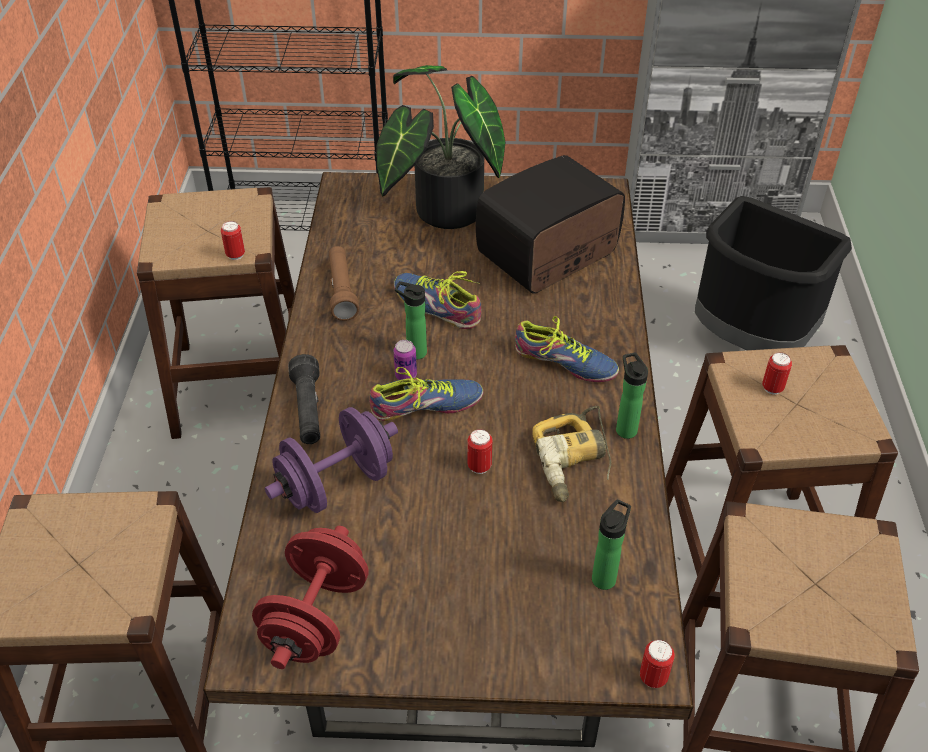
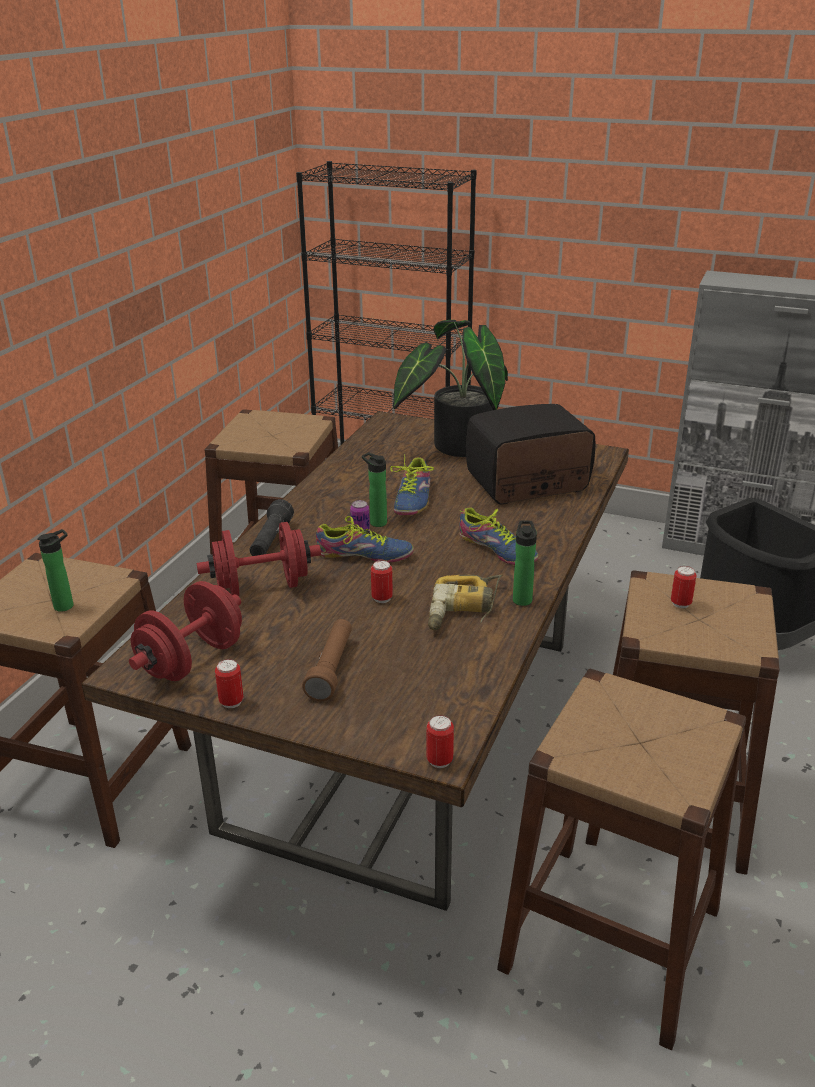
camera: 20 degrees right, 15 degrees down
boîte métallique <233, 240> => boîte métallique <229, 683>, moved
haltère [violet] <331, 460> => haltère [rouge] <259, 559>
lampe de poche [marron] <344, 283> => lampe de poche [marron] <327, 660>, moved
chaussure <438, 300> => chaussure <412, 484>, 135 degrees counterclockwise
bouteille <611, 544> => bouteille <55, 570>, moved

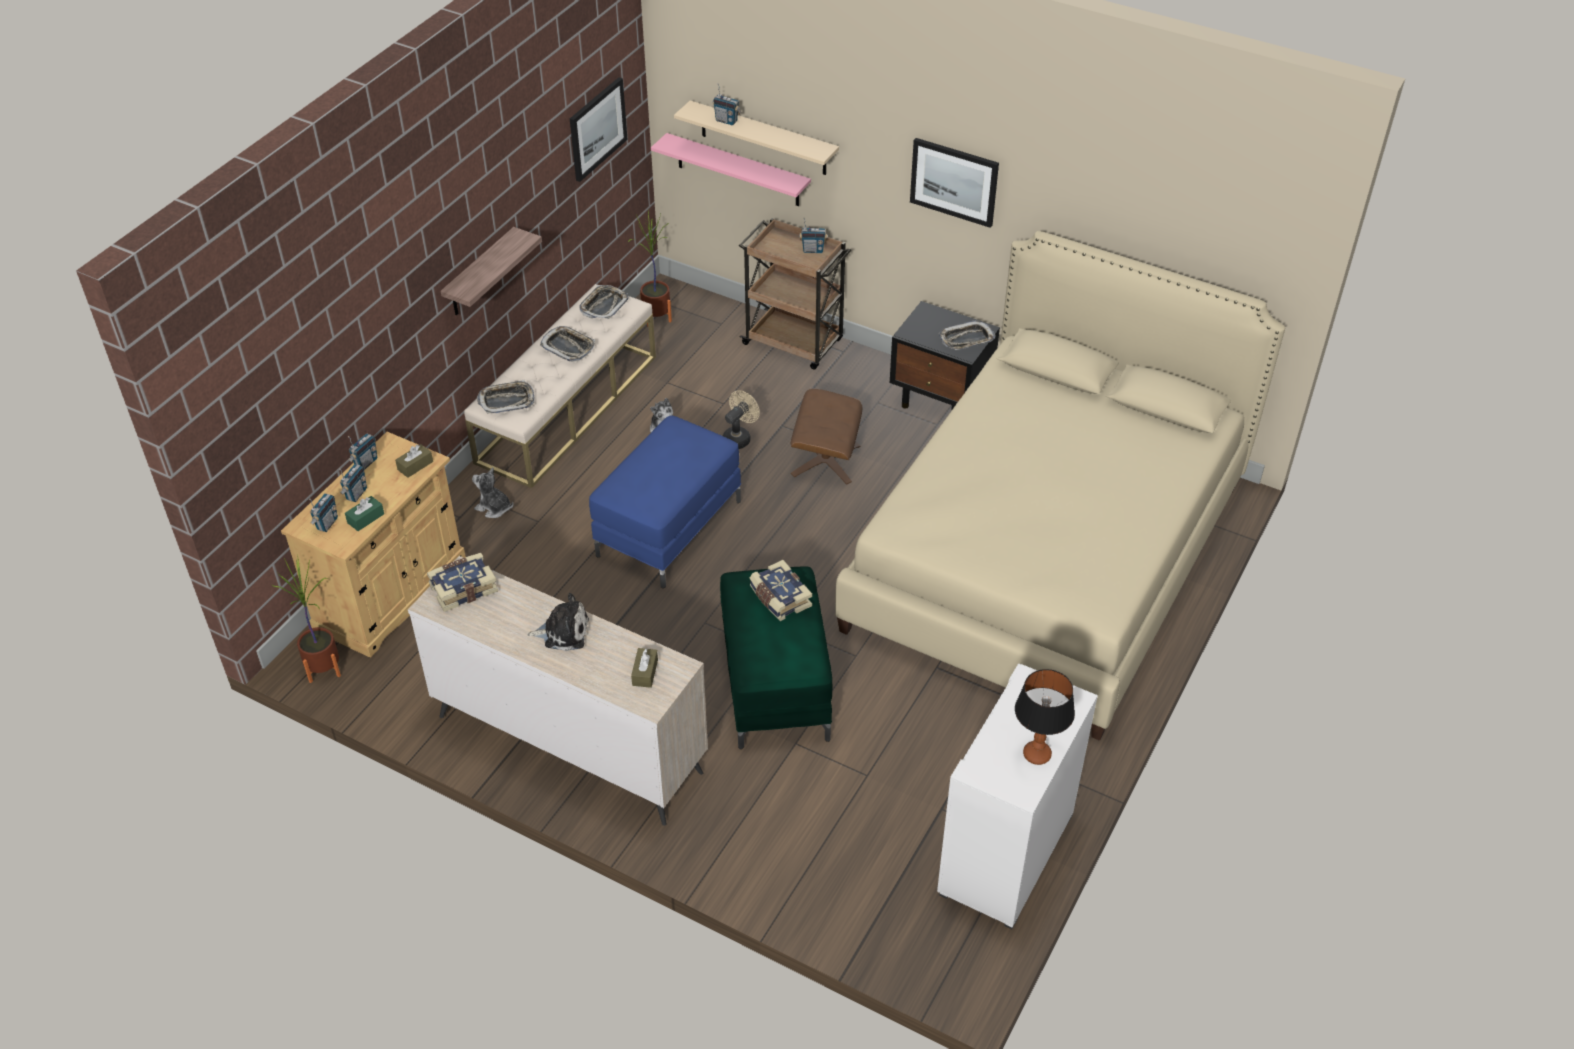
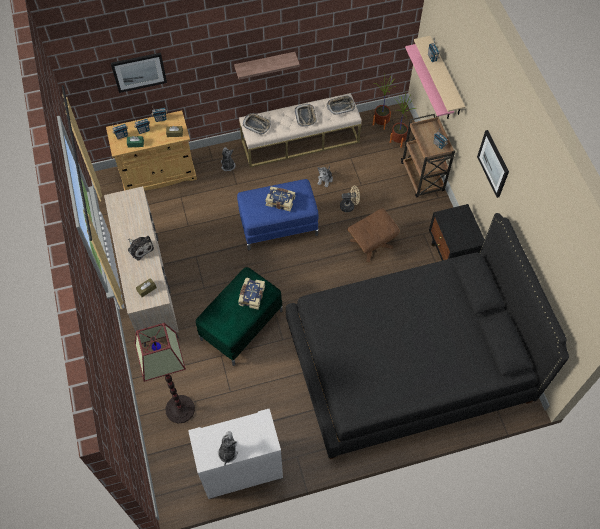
camera: 45 degrees right, 15 degrees up
plante en pot <306, 618> => plante en pot <403, 120>, moved
livre <462, 582> => livre <280, 199>, moved
tableau <599, 129> => tableau <139, 73>, moved
lit [beige] <1060, 486> => lit [noir] <427, 336>
plateau <967, 335> => nothing
lampe de table <1045, 717> => peluche <228, 448>
nothing => lampadaire <165, 373>

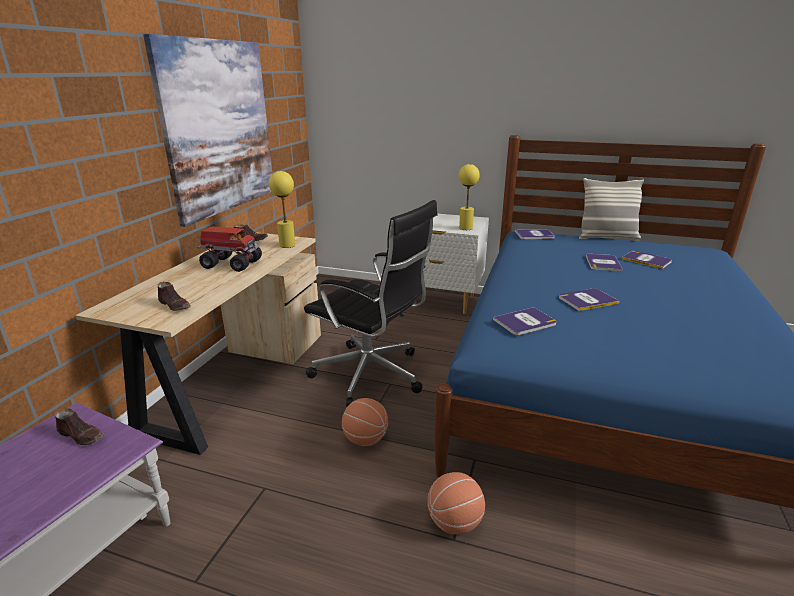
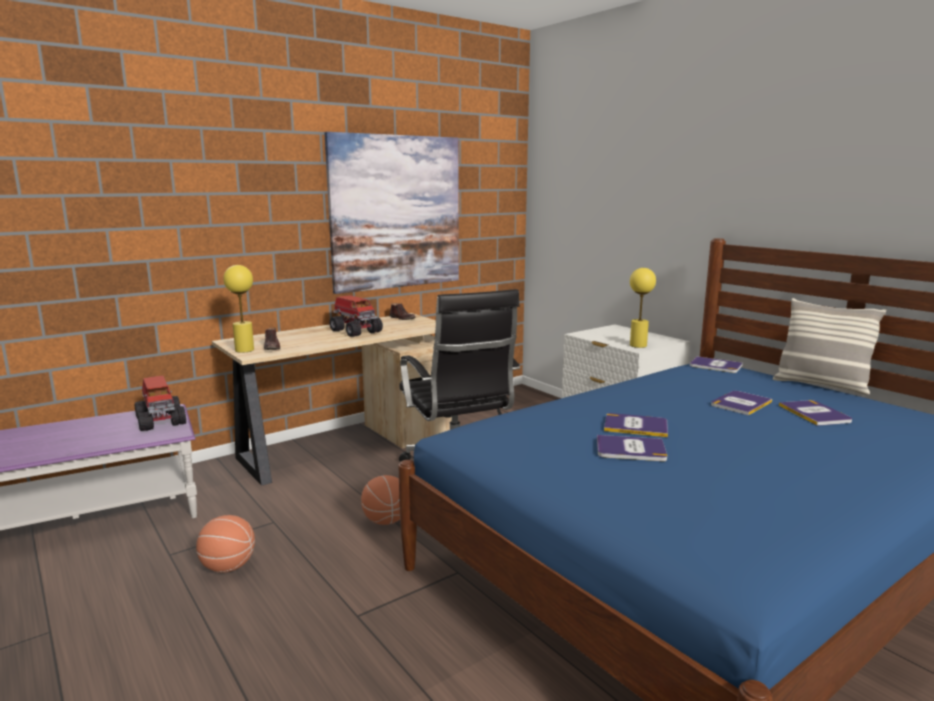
camera: 35 degrees right, 10 degrees down
chaussure [marron] <79, 426> => camion jouet <160, 403>
lampe de table [jaune] <282, 209> => lampe de table [jaune] <238, 309>, moved
ballon de basket <456, 503> => ballon de basket <225, 544>, moved
livre <525, 321> => livre <632, 448>, moved

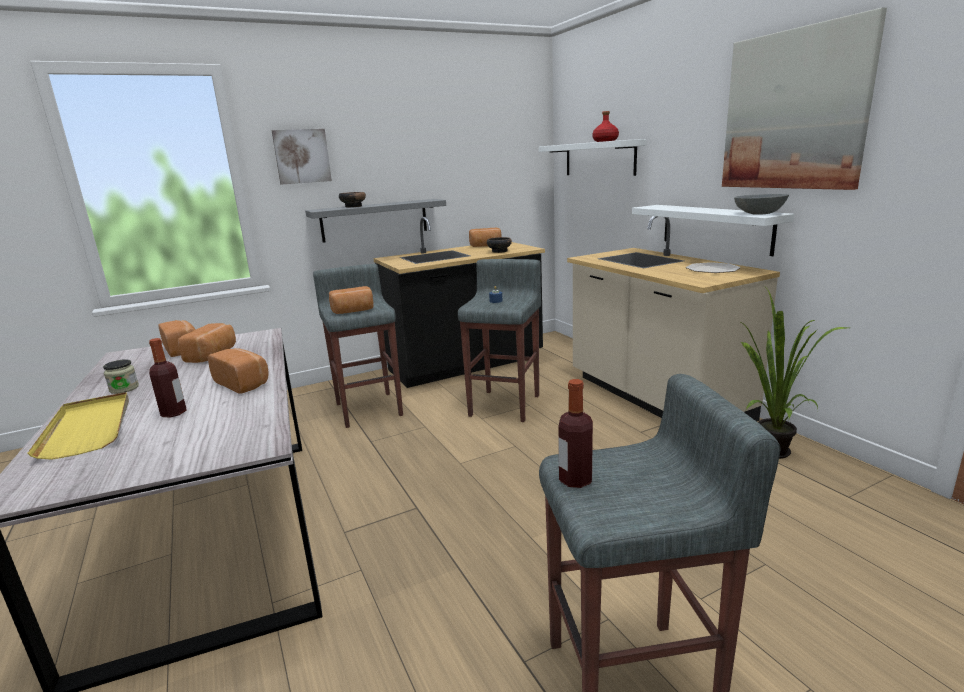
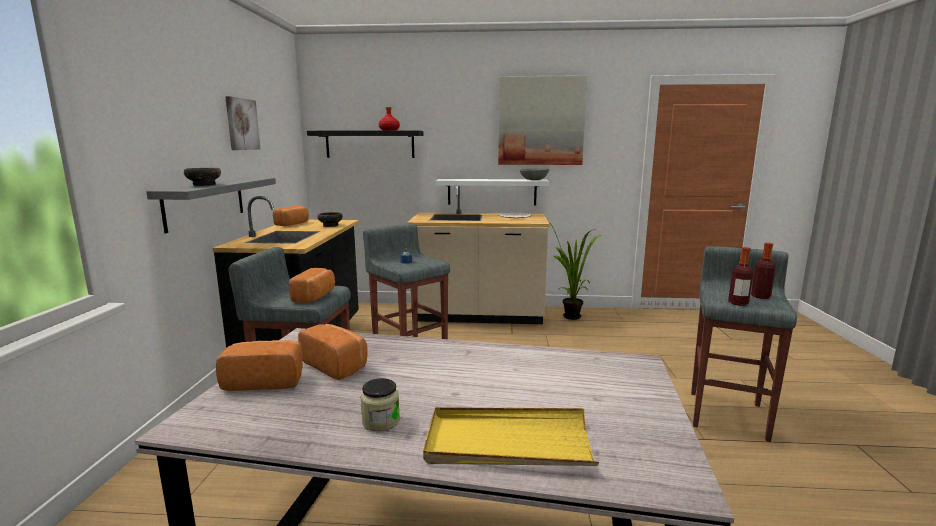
camera: 60 degrees left, 5 degrees down
bouteille <168, 377> => bouteille <763, 271>, moved
pain <238, 371> => nothing
tableau <302, 157> => tableau <243, 123>, moved
étagère [blanc] <592, 157> => étagère [noir] <365, 144>

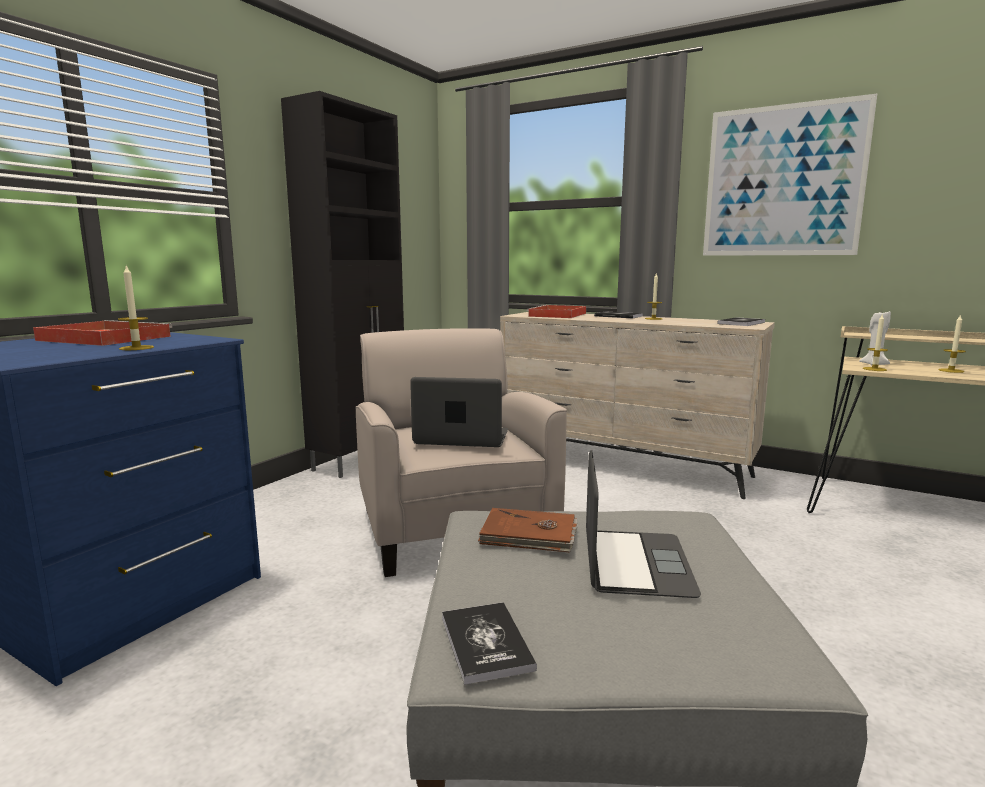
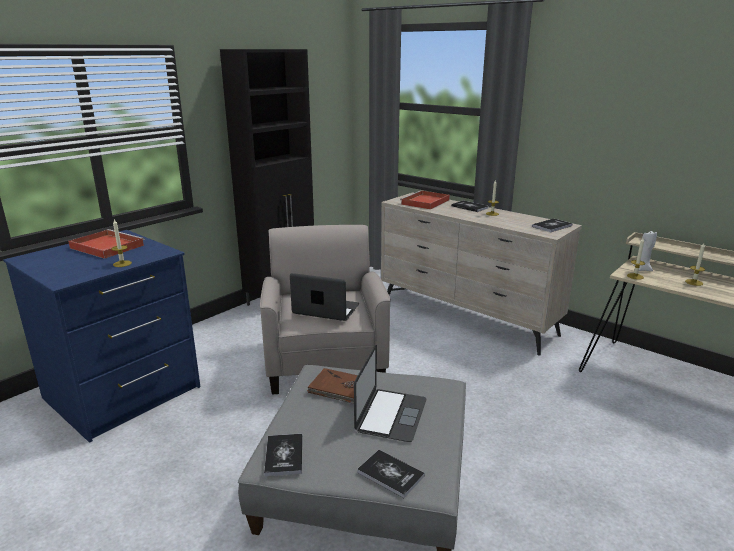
camera: 10 degrees right, 10 degrees up
tableau <790, 175> => nothing
nothing => livre <391, 474>

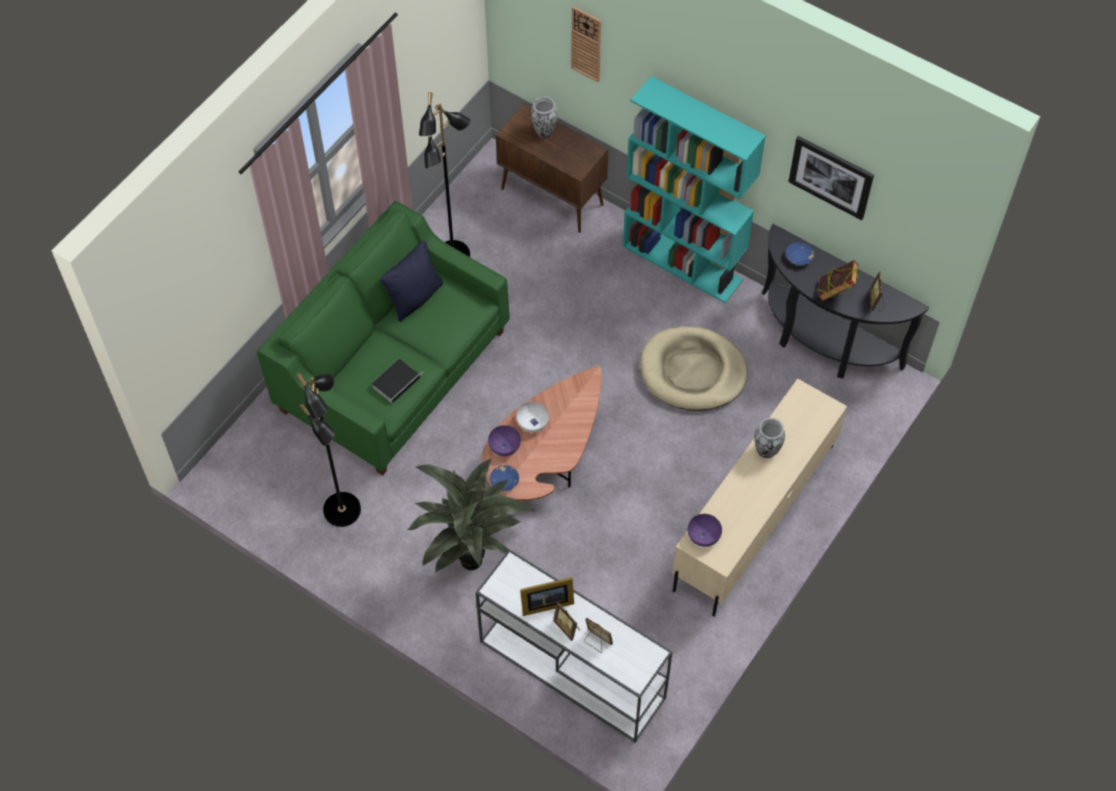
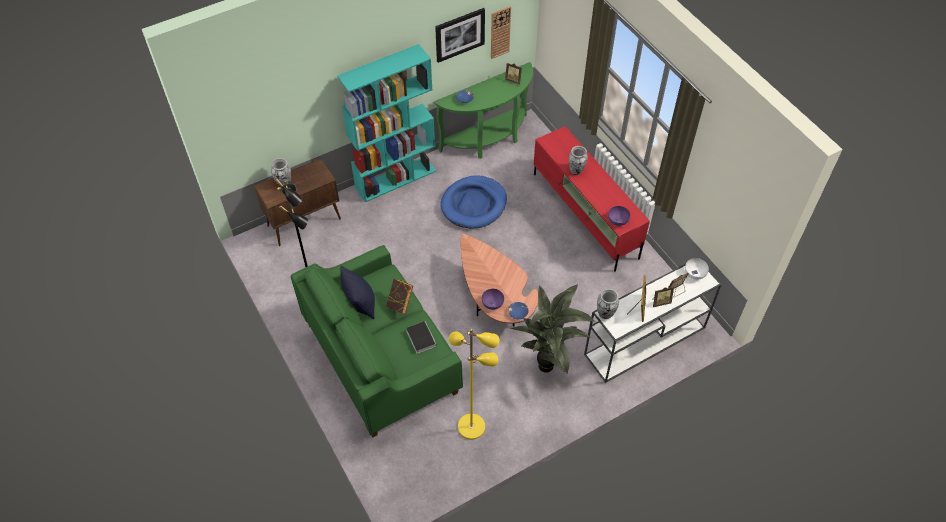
camera: 65 degrees left, 5 degrees down
lampadaire [noir] <328, 450> => lampadaire [jaune] <474, 384>
bol [blanc] <532, 417> => bol [blanc] <697, 269>, moved
horloge murale <586, 44> => horloge murale <501, 32>, moved
panier pour chien [beige] <694, 368> => panier pour chien [bleu] <473, 201>
meuble télé [beige] <759, 498> => meuble télé [rouge] <592, 199>
table console [noir] <845, 301> => table console [vert] <483, 110>
livre <838, 280> => livre <399, 296>, moved
nothing => vase <608, 304>

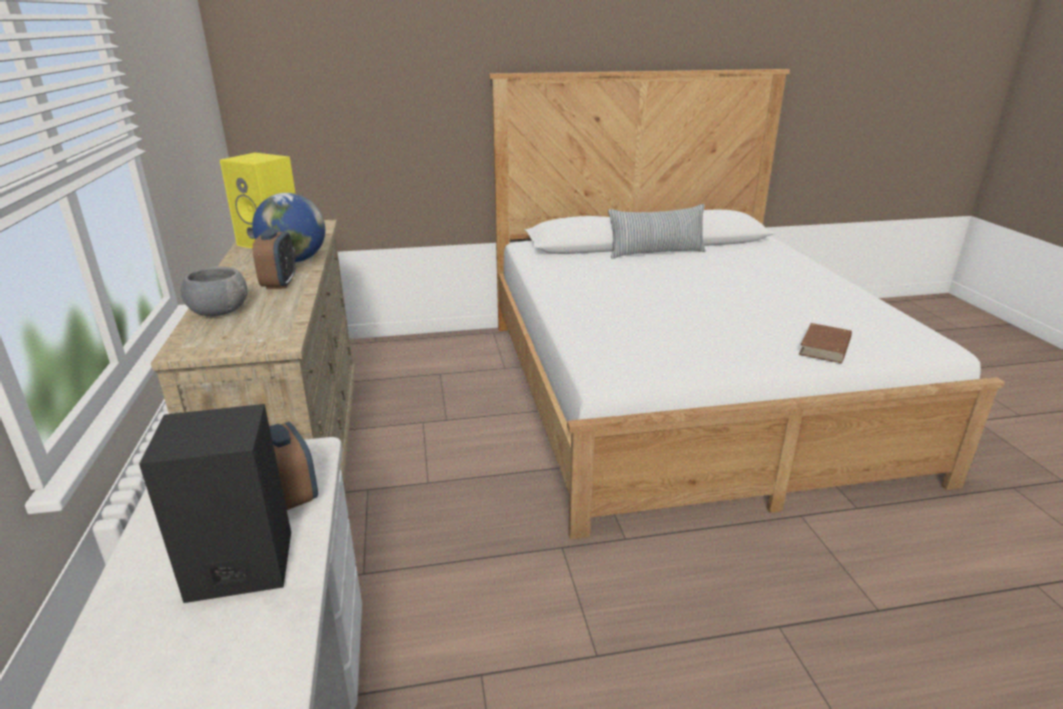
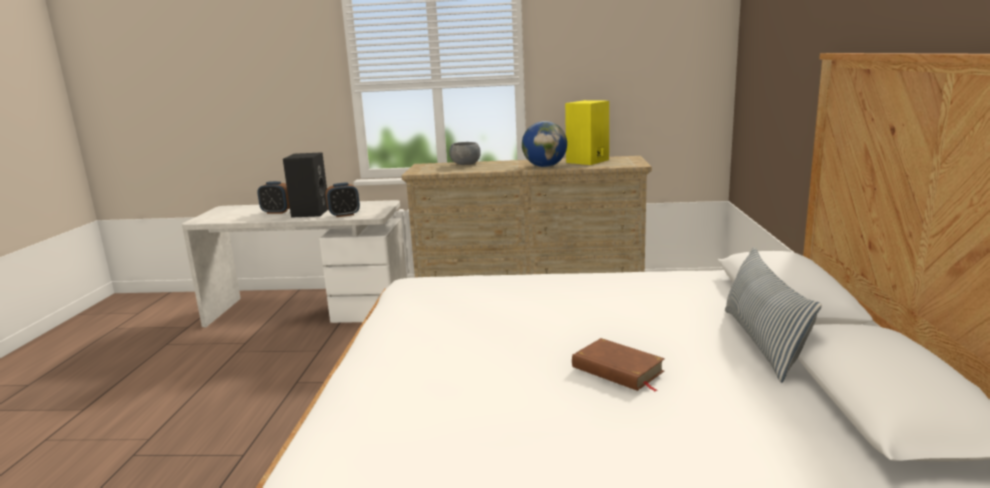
camera: 105 degrees right, 10 degrees down
réveil <274, 259> => réveil <274, 197>, moved
livre [marron] <825, 343> => livre [marron] <618, 365>, moved

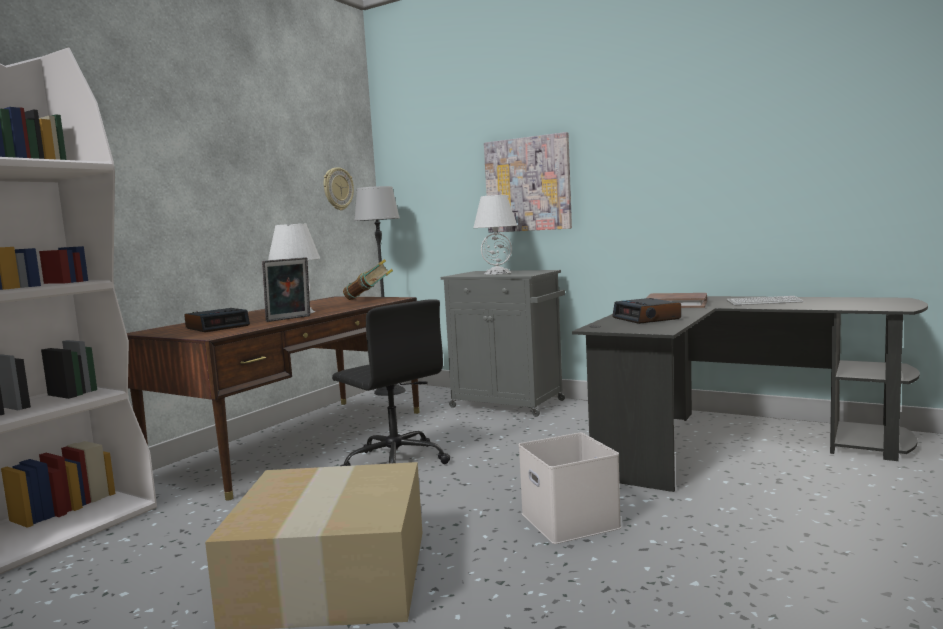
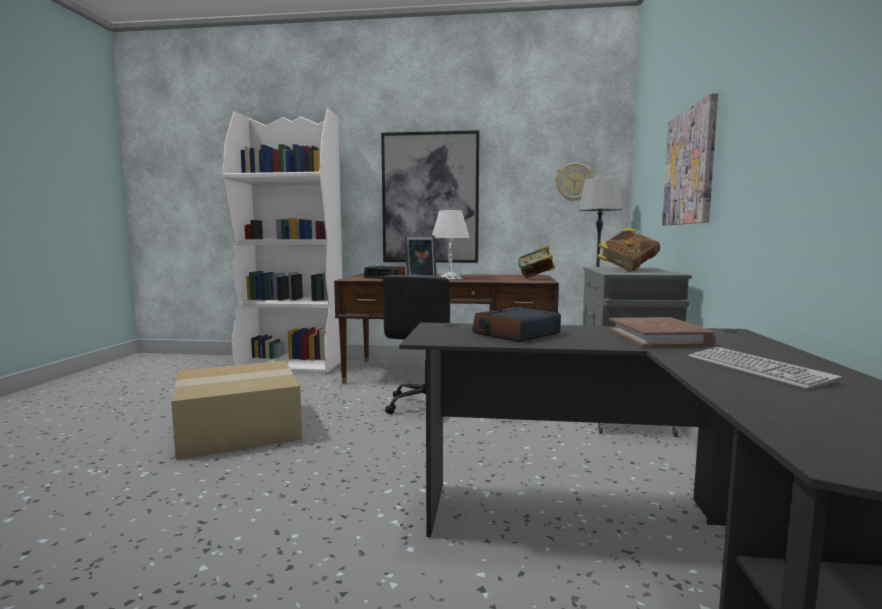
camera: 65 degrees right, 0 degrees up
lampe de table [blanc] <495, 235> => livre <628, 249>
boîte de rangement [blanc] <570, 488> => nothing
nothing => tableau <430, 196>

